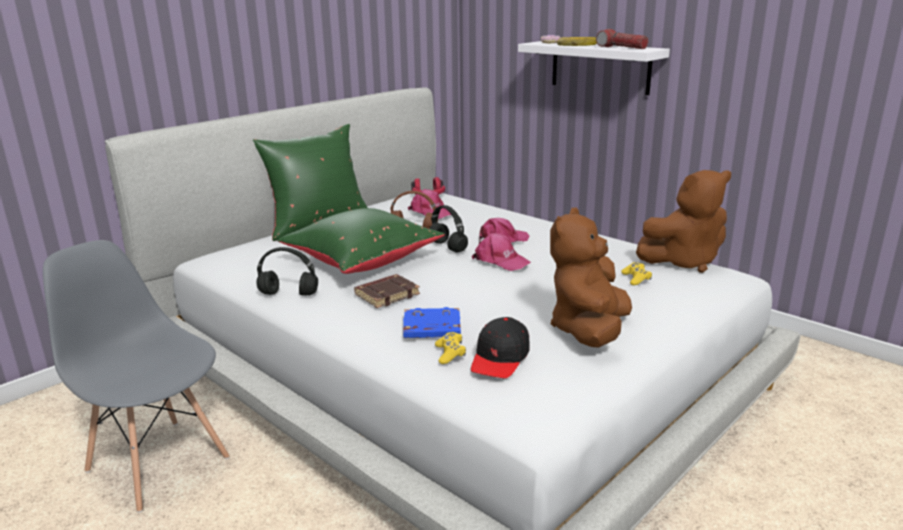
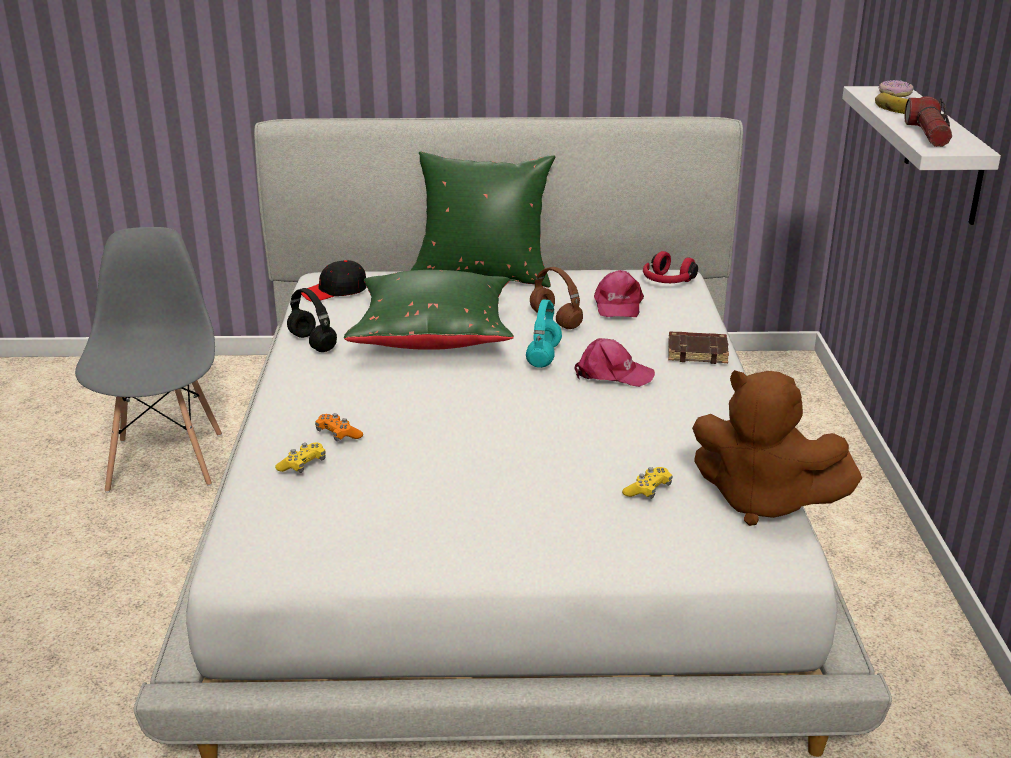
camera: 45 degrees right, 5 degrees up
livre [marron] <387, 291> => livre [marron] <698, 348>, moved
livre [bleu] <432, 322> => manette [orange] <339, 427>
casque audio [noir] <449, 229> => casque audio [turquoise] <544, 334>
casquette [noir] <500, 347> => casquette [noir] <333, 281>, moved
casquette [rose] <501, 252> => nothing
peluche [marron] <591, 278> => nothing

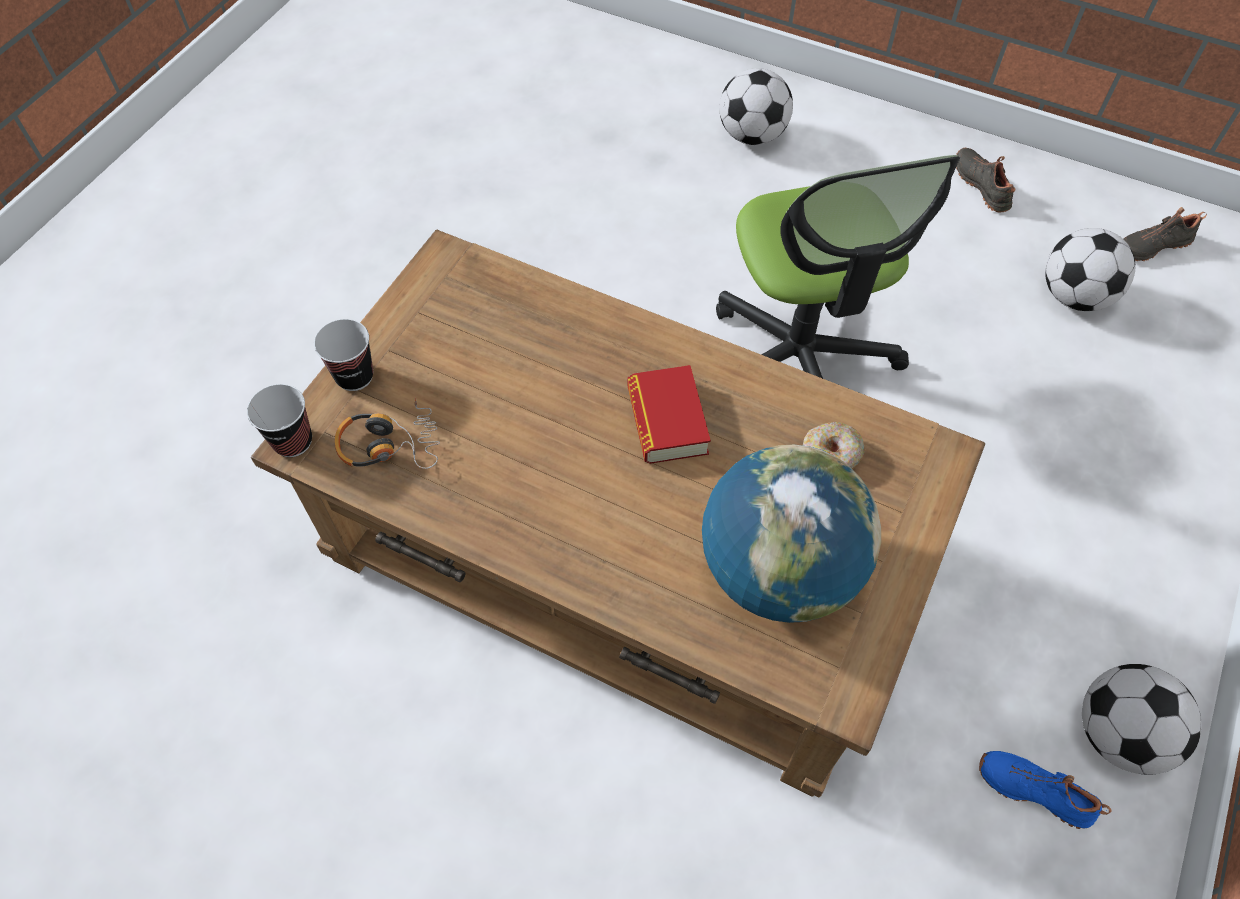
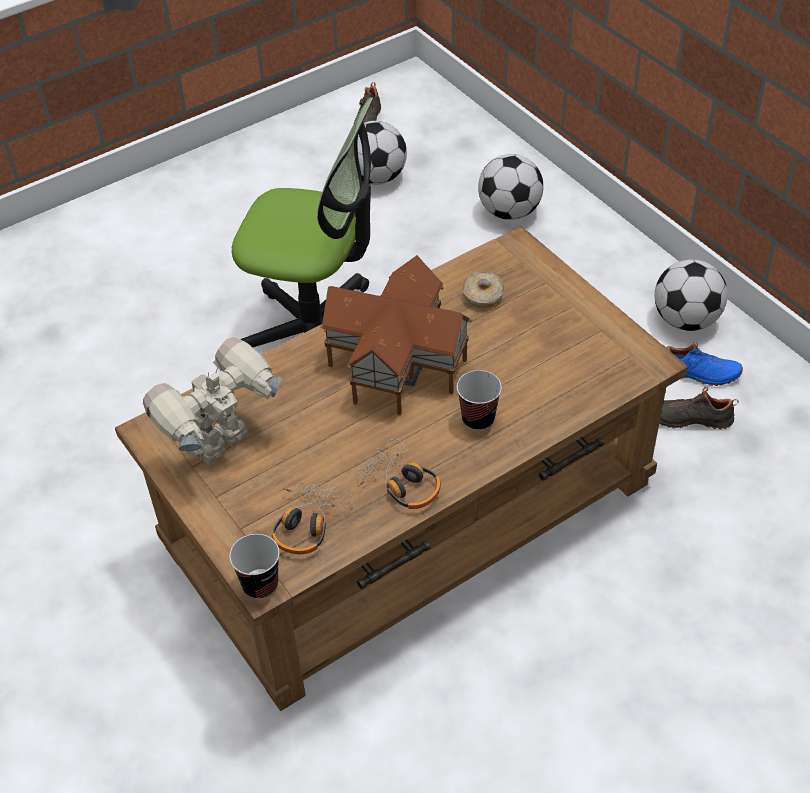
camera: 60 degrees left, 10 degrees down
tasse <343, 355> => tasse <479, 400>, moved
livre <669, 414> => maison miniature <396, 335>
globe <791, 534> => nothing
ballon de foot <756, 106> => ballon de foot <511, 187>, moved
chaussure [noir] <986, 179> => chaussure [noir] <699, 408>, moved
chaussure [bleu] <1045, 790> => chaussure [bleu] <703, 363>, 135 degrees counterclockwise
nothing => robot jouet <212, 401>
nothing => casque audio <399, 474>

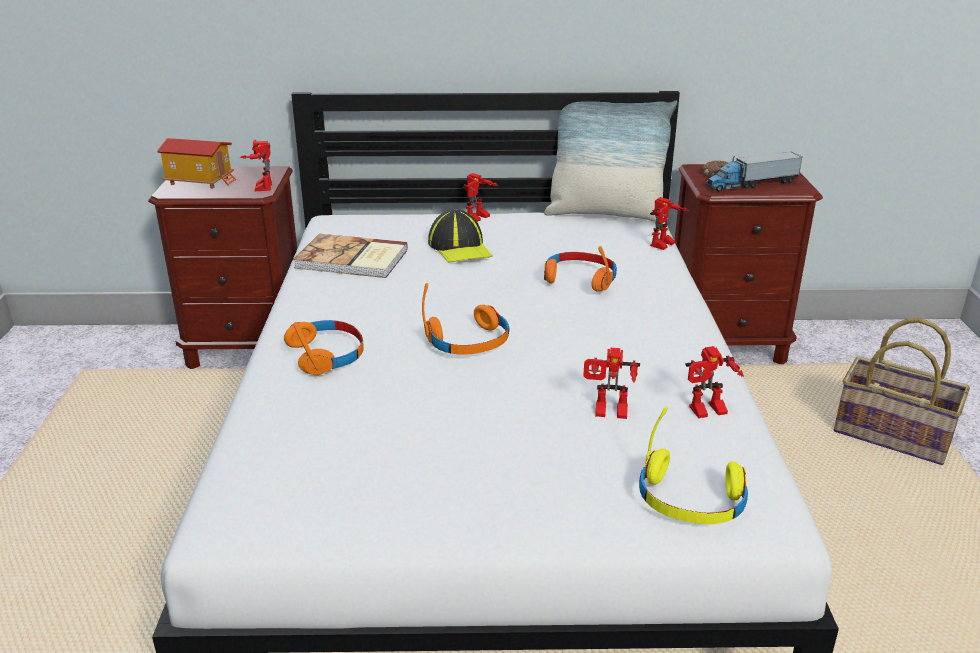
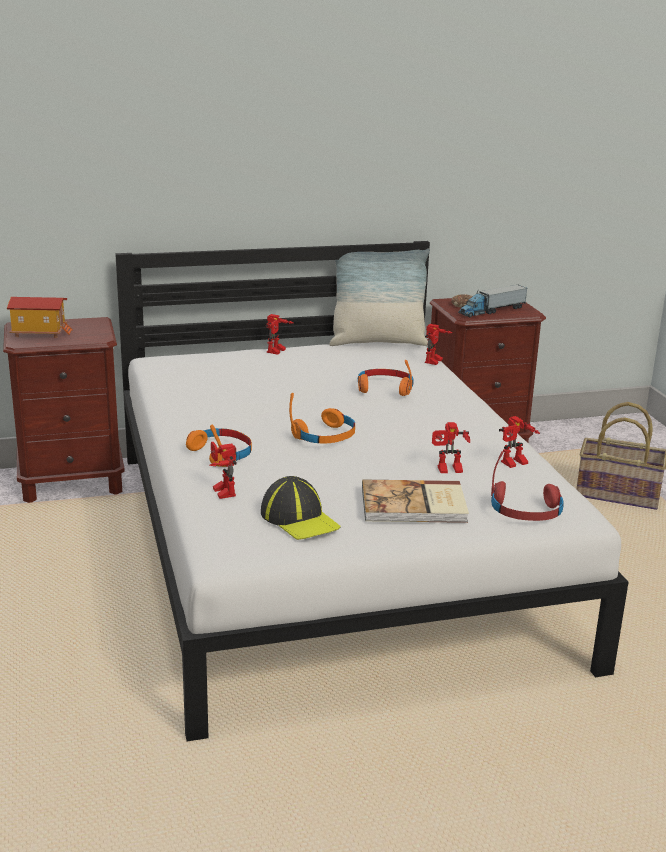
camera: 15 degrees left, 5 degrees down
robot jouet <256, 165> => robot jouet <223, 470>, moved
livre <350, 256> => livre <415, 501>, moved
casquette <460, 236> => casquette <301, 508>, moved
casque audio [jaune] <693, 465> => casque audio [rouge] <527, 486>

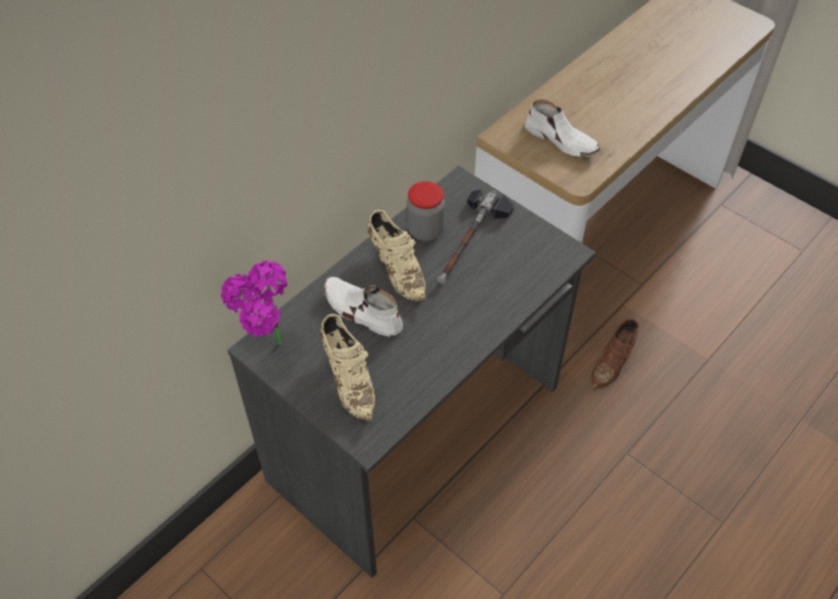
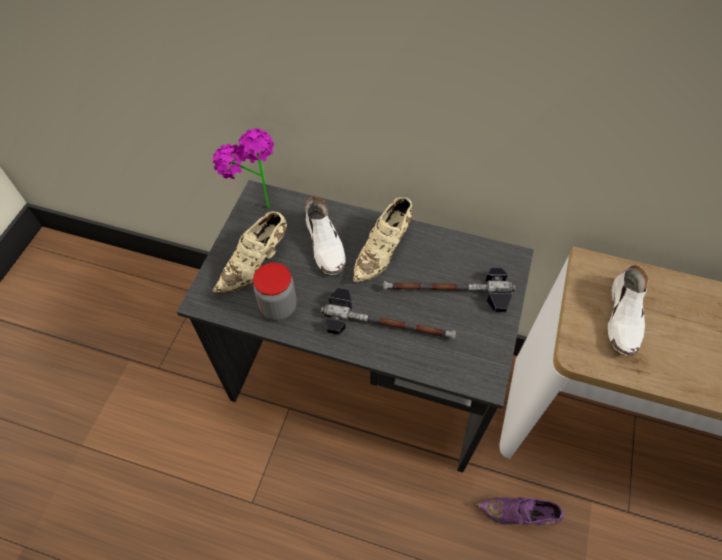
camera: 65 degrees right, 5 degrees up
chaussure [blanc] <363, 307> => chaussure [blanc] <326, 236>, 150 degrees clockwise
bocal <426, 211> => bocal <275, 292>, moved
chaussure [marron] <615, 354> => chaussure [violet] <519, 511>
nothing => marteau <388, 314>

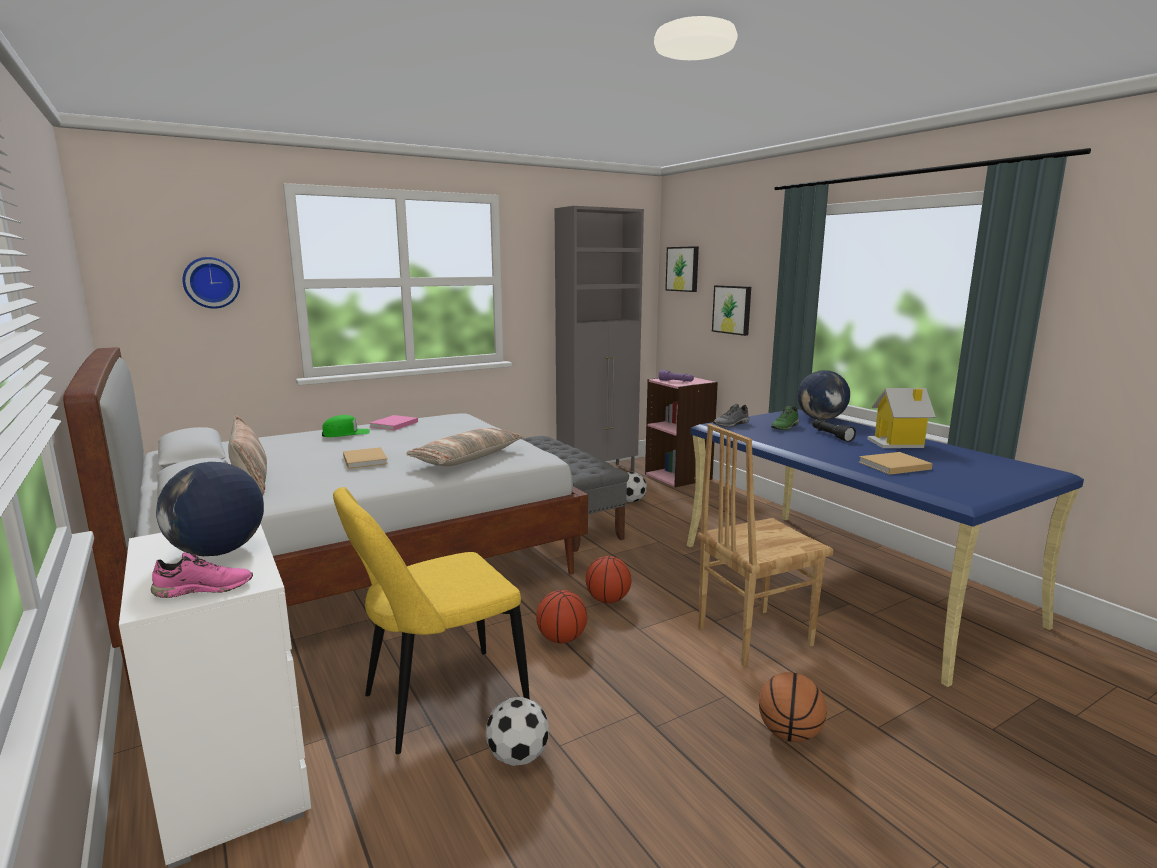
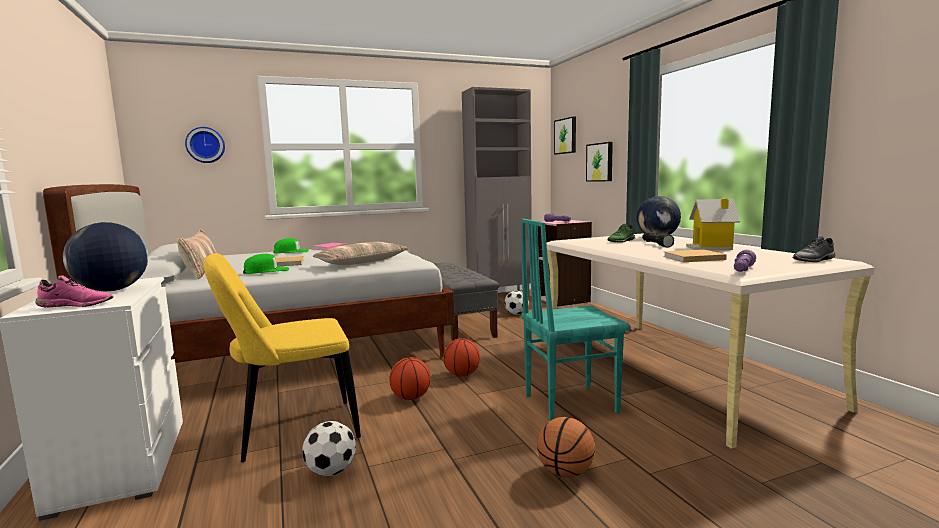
camera: 10 degrees right, 5 degrees down
bureau [bleu] <885, 548> => bureau [beige] <711, 341>
chaise [marron] <765, 545> => chaise [turquoise] <576, 320>
chaussure [gris] <731, 415> => chaussure [gris] <814, 249>, moved
nothing => casquette [vert] <266, 264>
nothing => lampe de poche [violet] <745, 261>

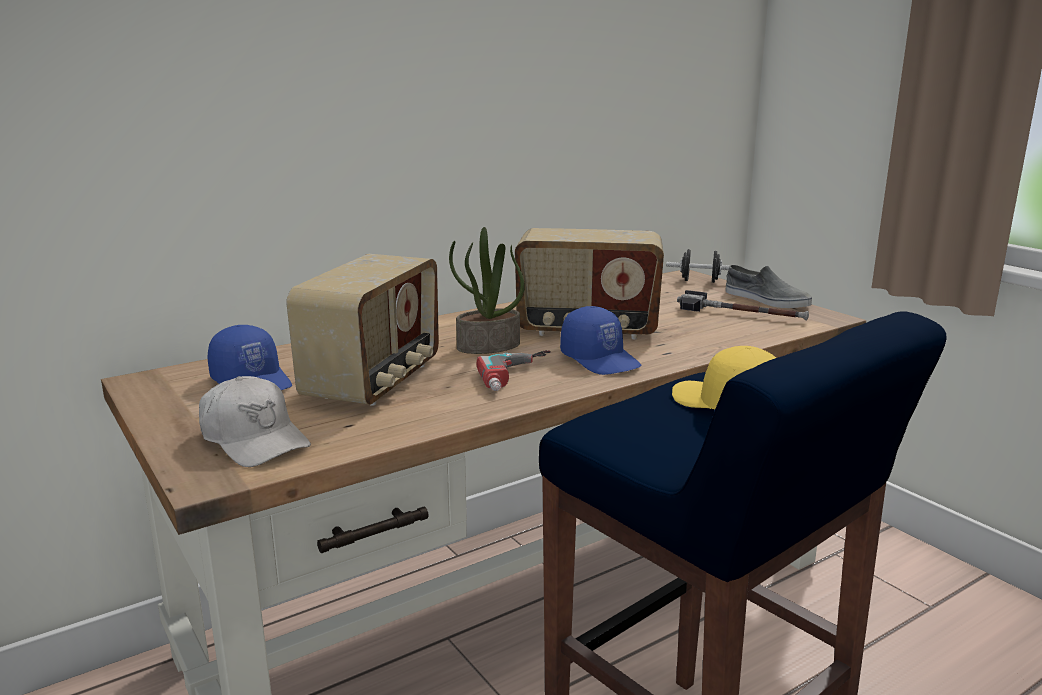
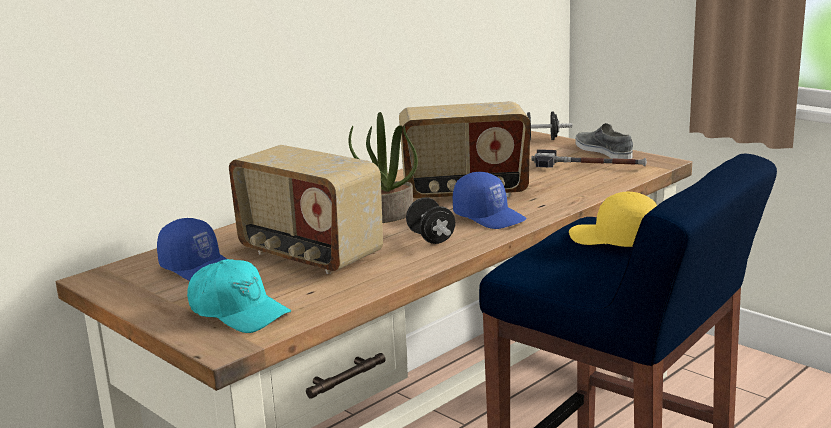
camera: 10 degrees left, 0 degrees up
casquette [blanc] <255, 421> => casquette [turquoise] <239, 296>
radio <362, 330> => radio <306, 209>, 120 degrees clockwise
perceuse <514, 370> => haltère [noir] <430, 220>
chaussure [gris] <768, 286> => chaussure [gris] <604, 141>, 150 degrees counterclockwise

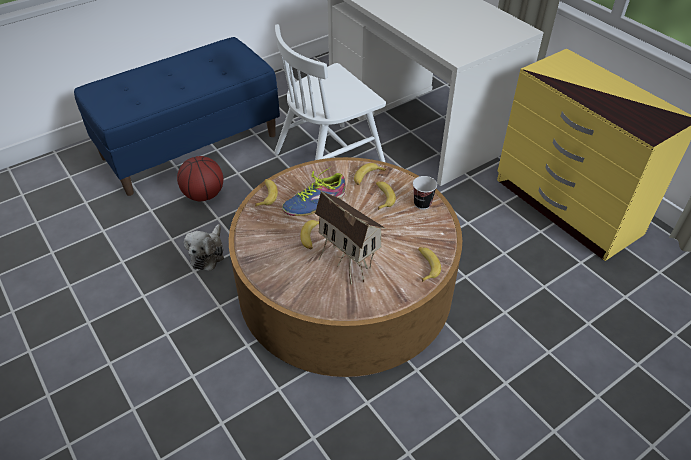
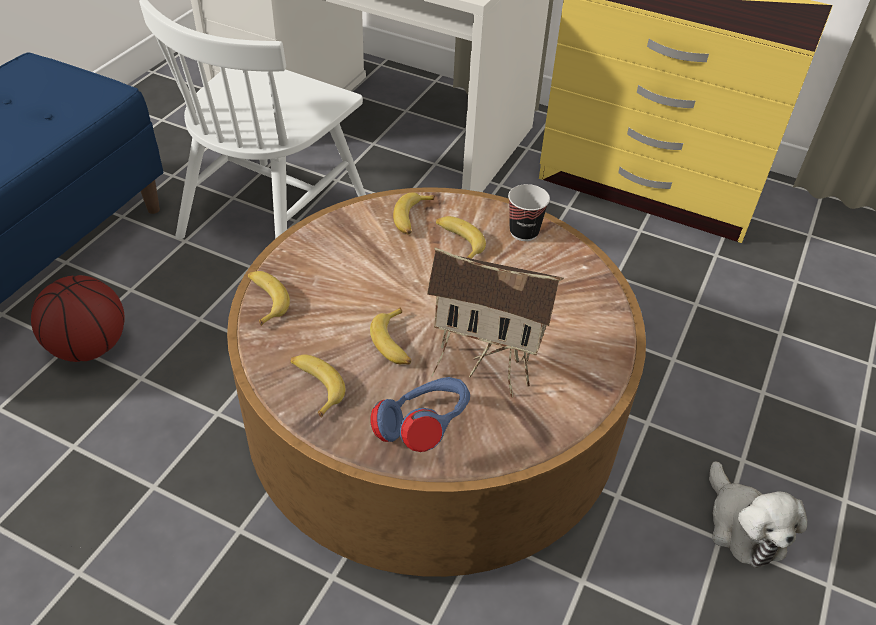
camera: 30 degrees left, 0 degrees up
peluche <204, 247> => peluche <758, 514>, moved
chaussure <314, 191> => nothing
banane <429, 264> => banane <317, 386>, moved
nothing => casque audio [bleu] <420, 414>

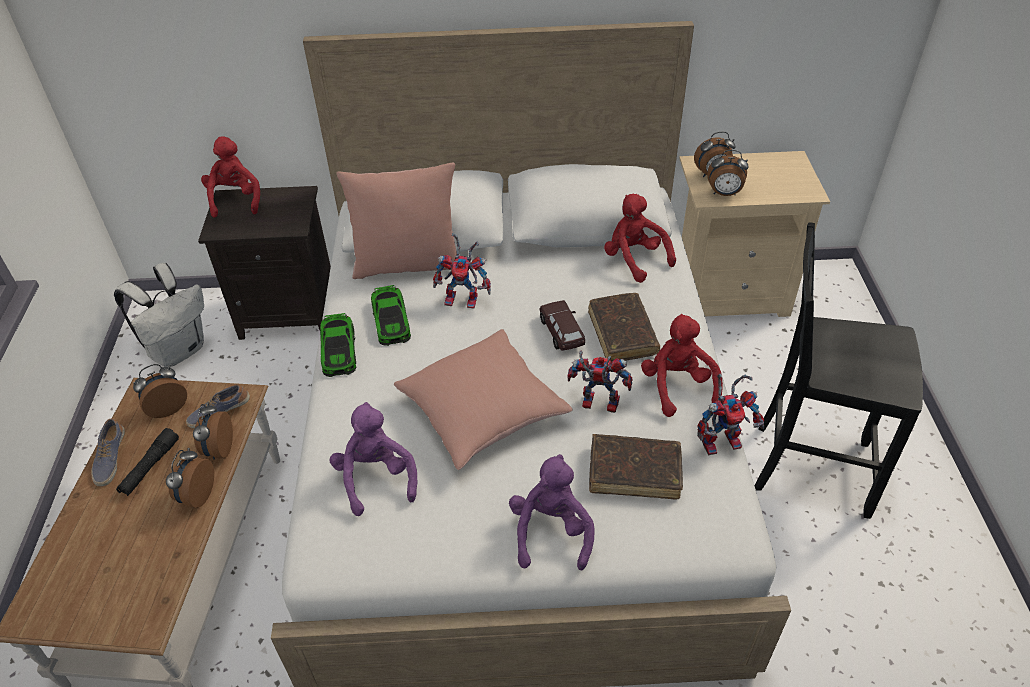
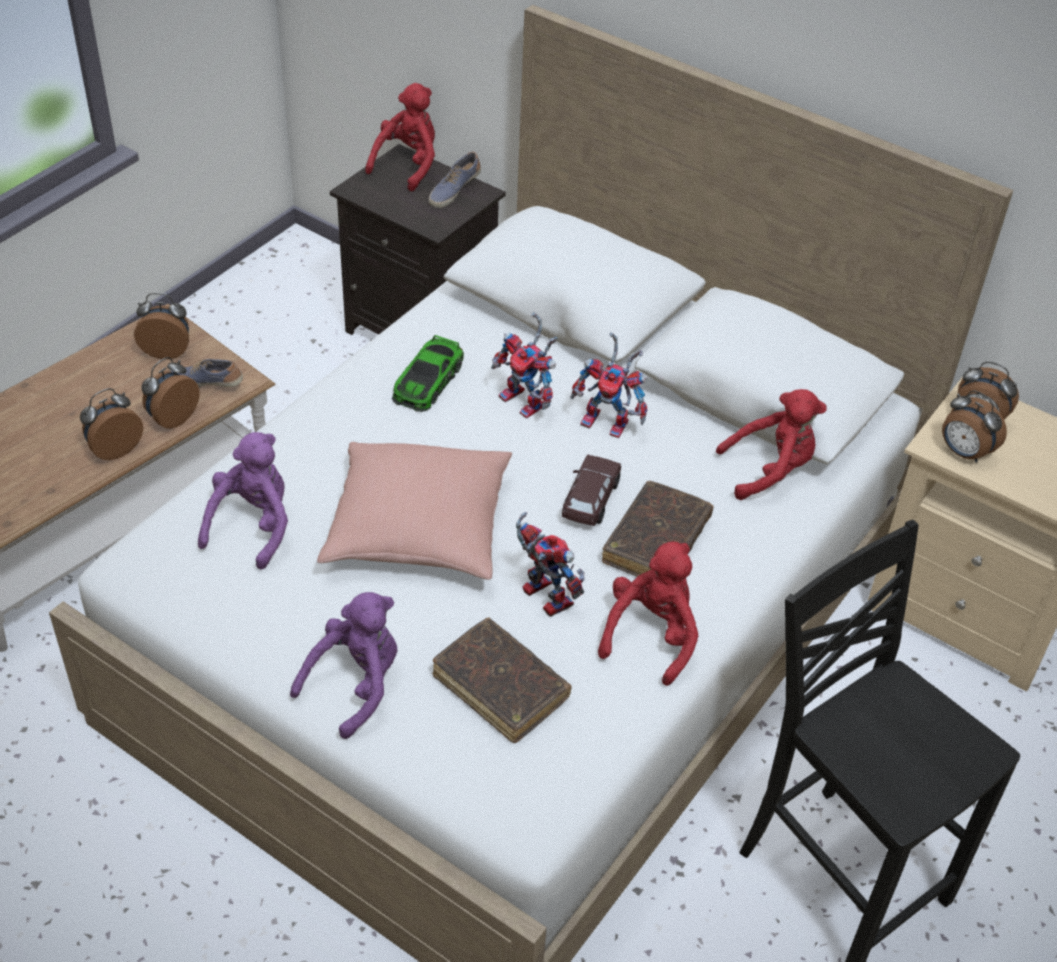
camera: 35 degrees right, 0 degrees up
chaussure <108, 452> => chaussure <455, 180>, moved
sac à dos [blanc] <159, 315> => nothing
lampe de poche [noir] <147, 462> => nothing
petite voiture <338, 345> => nothing
coussin [rose] <397, 221> => nothing
peluche [rouge] <640, 238> => peluche [rouge] <771, 444>, 75 degrees clockwise
robot jouet <730, 414> => robot jouet <609, 385>, moved

